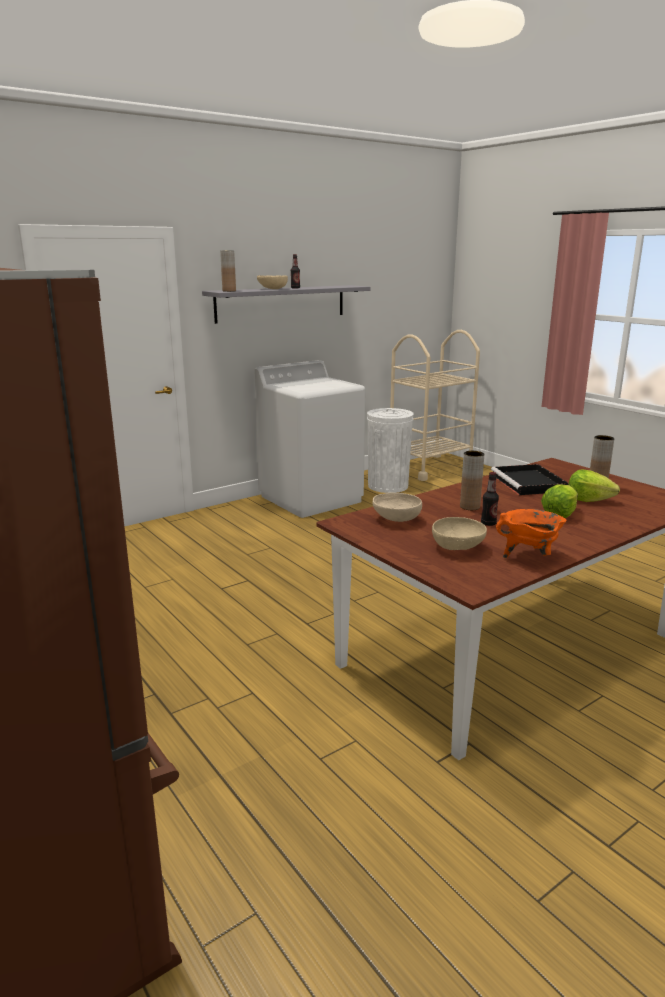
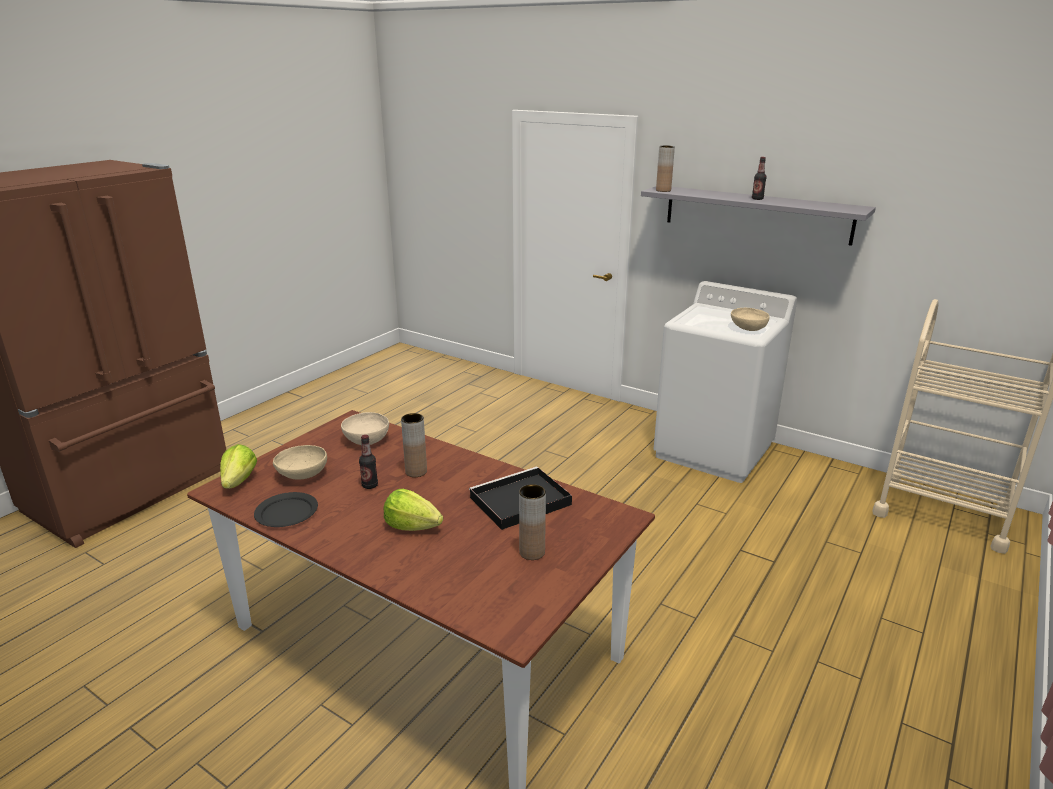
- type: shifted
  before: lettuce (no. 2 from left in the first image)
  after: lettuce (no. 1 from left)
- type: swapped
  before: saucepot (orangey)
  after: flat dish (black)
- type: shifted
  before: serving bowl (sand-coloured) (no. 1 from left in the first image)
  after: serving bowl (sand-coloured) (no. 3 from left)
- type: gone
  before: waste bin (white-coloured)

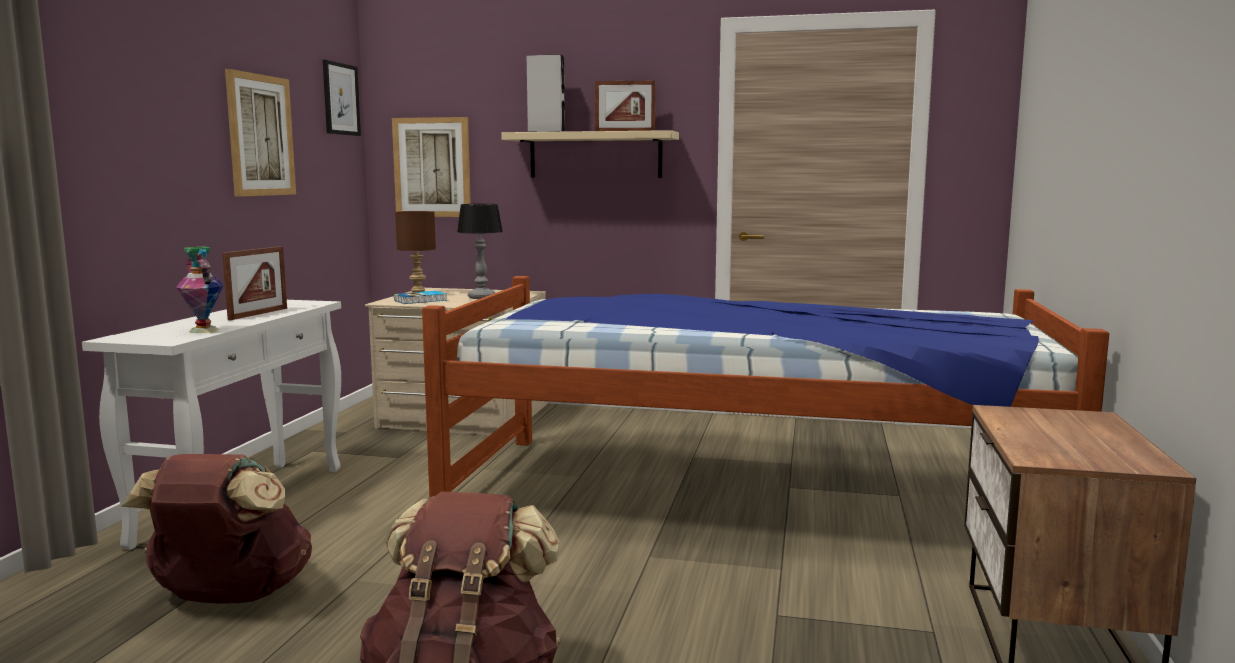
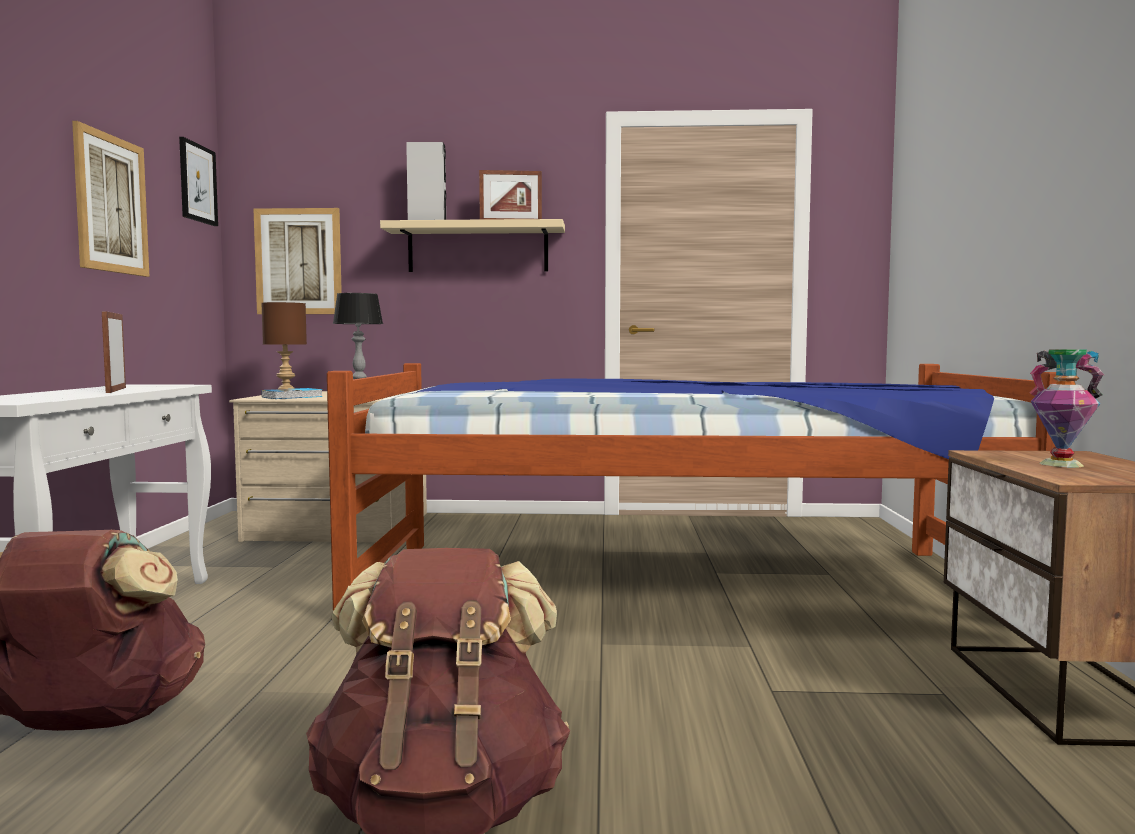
- type: rotated
  before: picture frame (no. 1 from left)
  turn: 150
- type: shifted
  before: flower vase

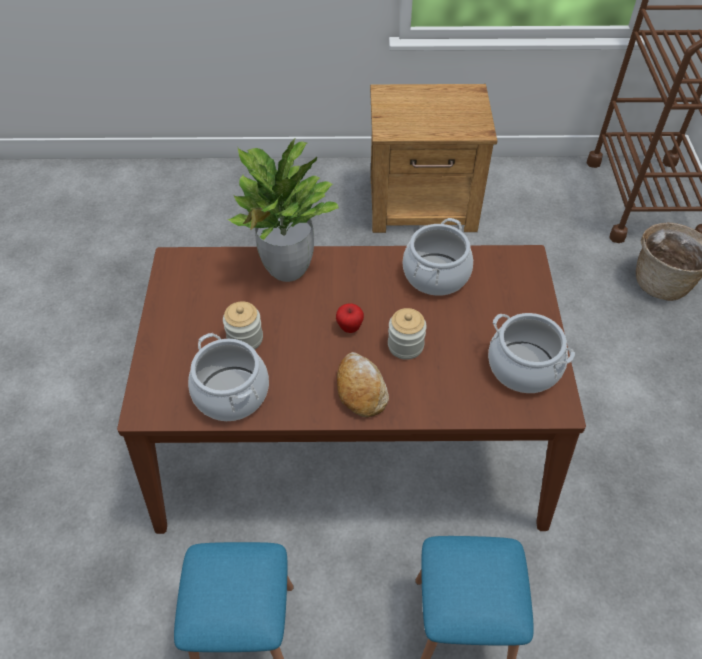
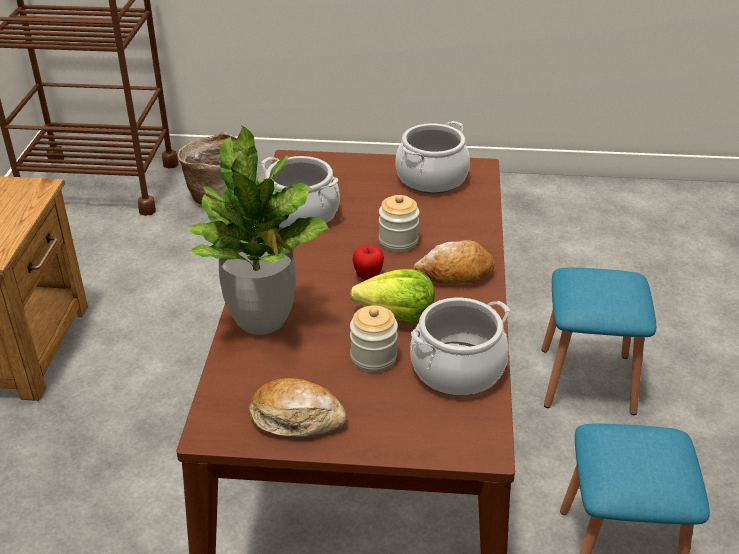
- type: new
  after: bread (no. 1 from left)
- type: new
  after: lettuce

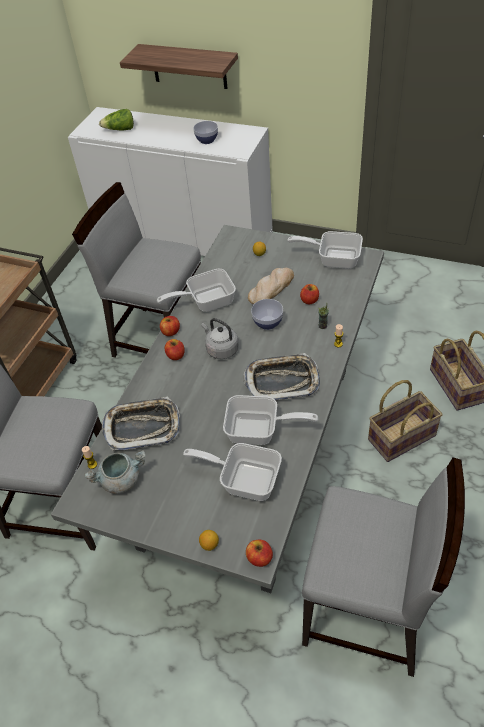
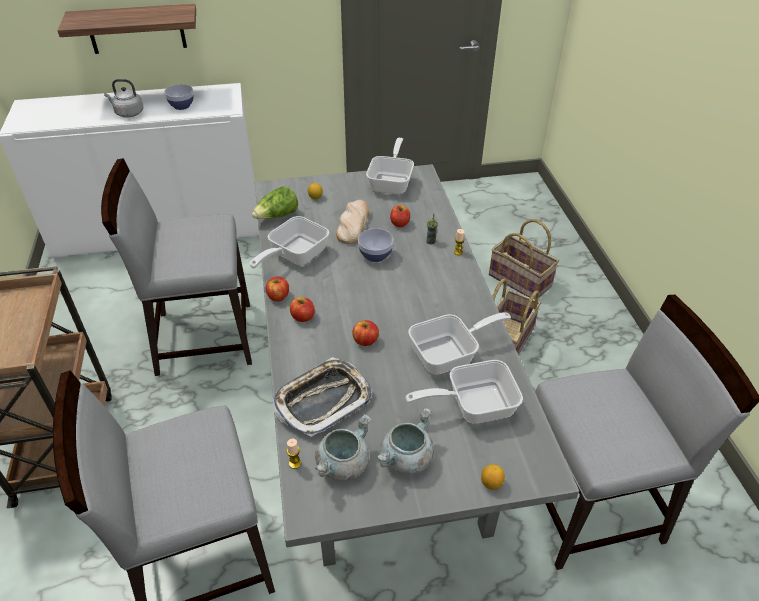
- type: shifted
  before: water kettle (gray)
- type: shifted
  before: lettuce
- type: shifted
  before: apple fruit (no. 3 from left)
- type: rotated
  before: pan (no. 4 from left in the first image)
  turn: 120
- type: new
  after: saucepot (gray) (no. 2 from left)
- type: gone
  before: tray (no. 2 from left)

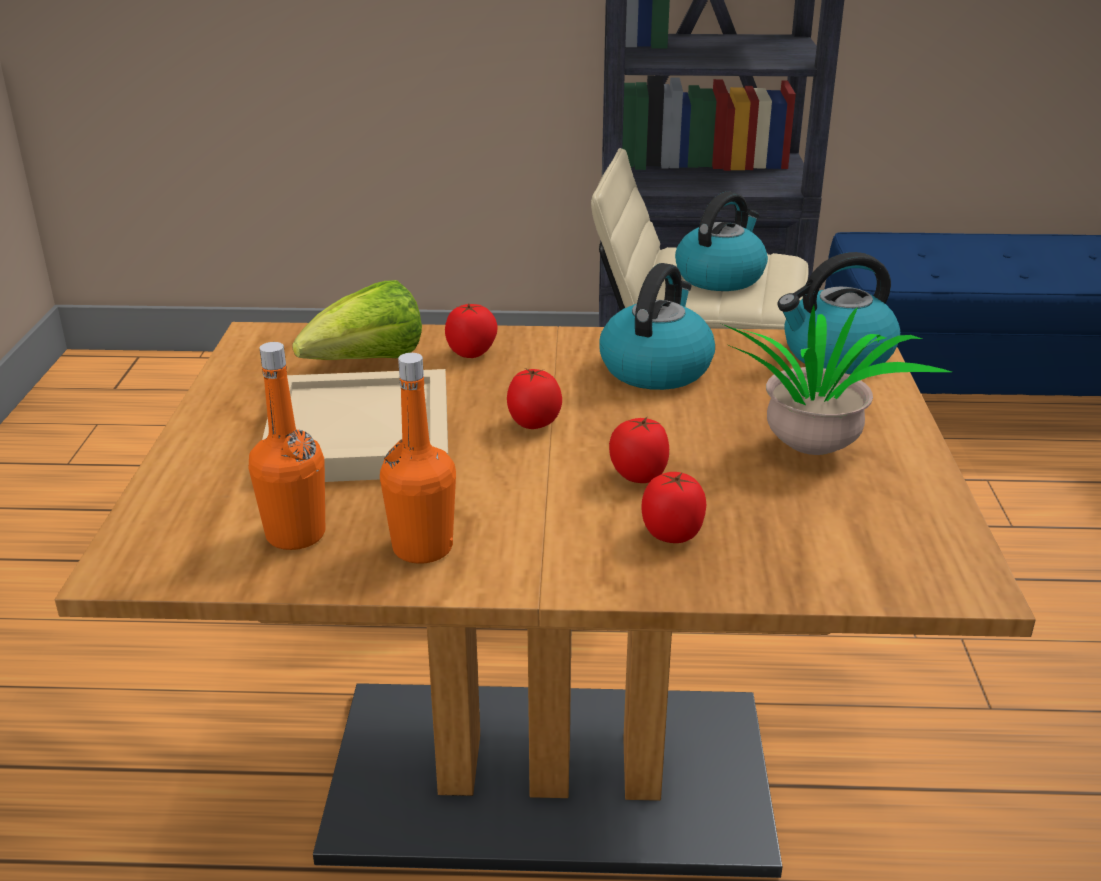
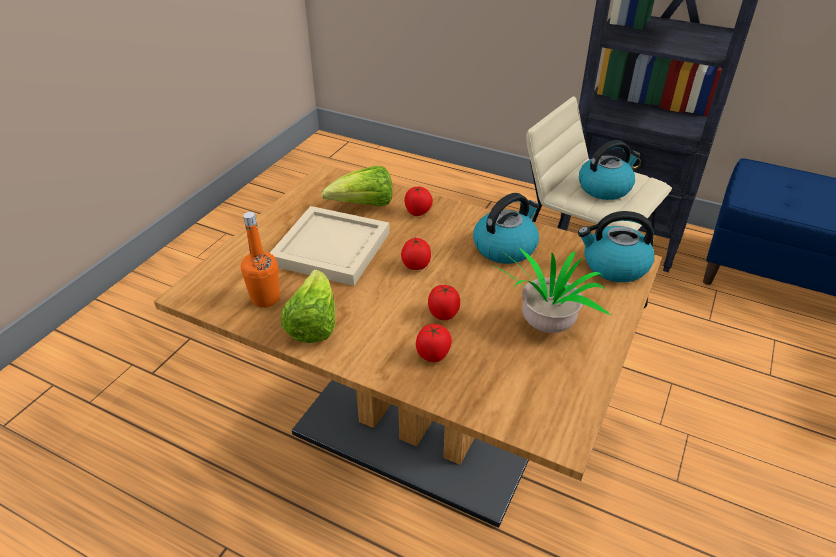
- type: swapped
  before: beverage bottle (orangey) (no. 2 from left)
  after: lettuce (no. 1 from left)

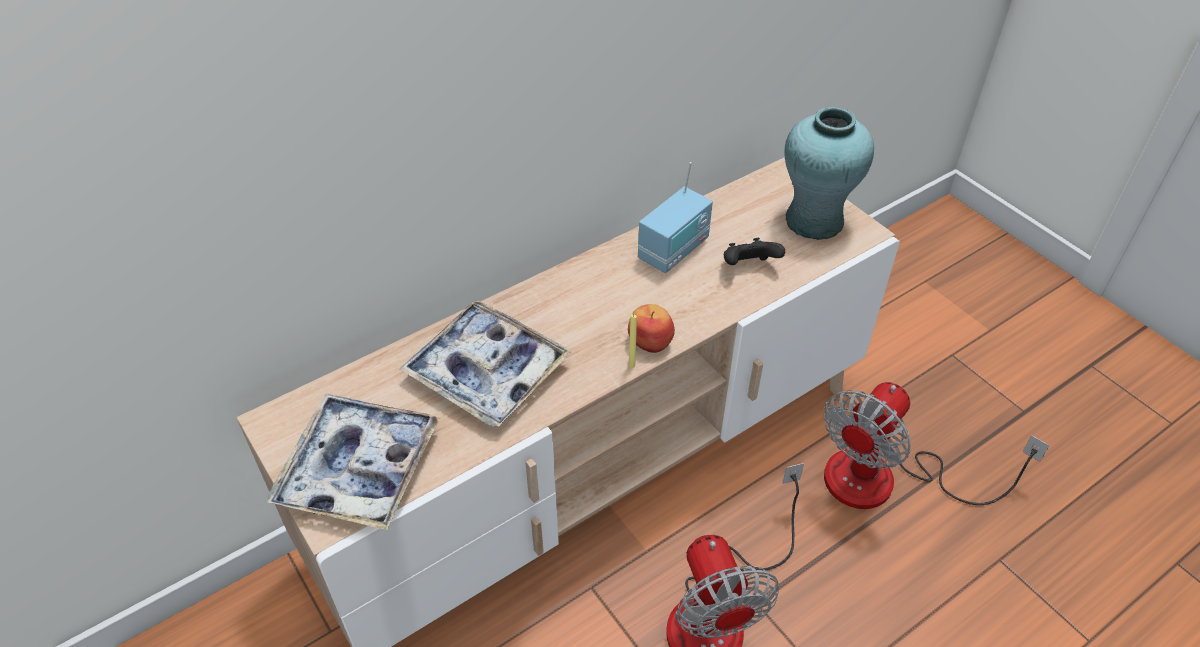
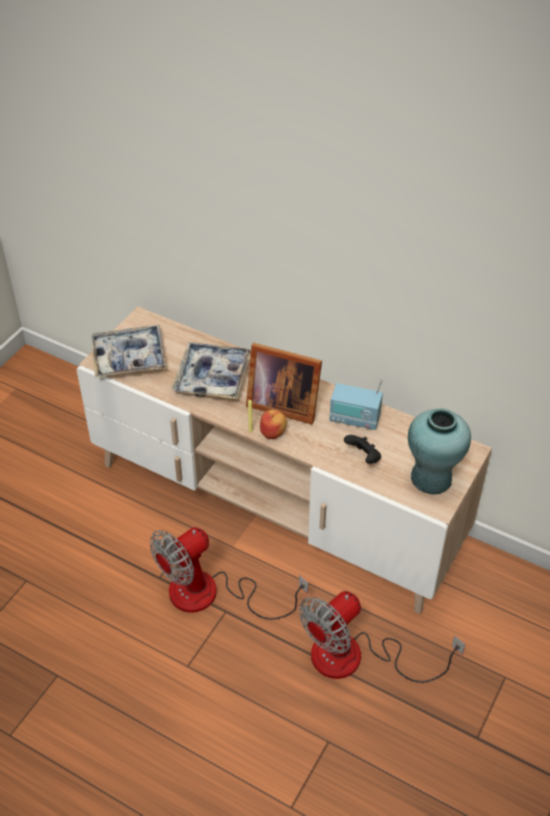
- type: new
  after: picture frame
- type: rotated
  before: cooling fan (no. 2 from left)
  turn: -60

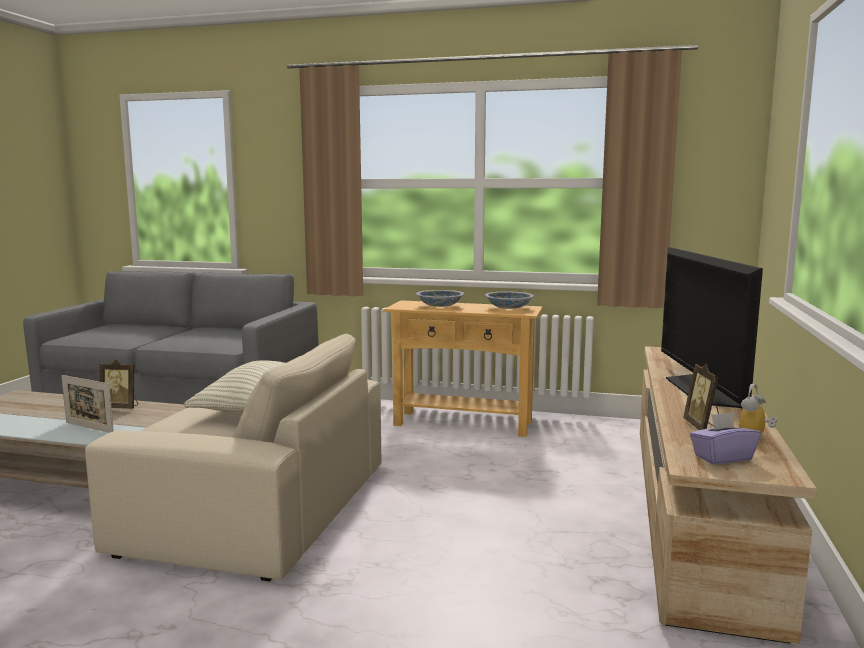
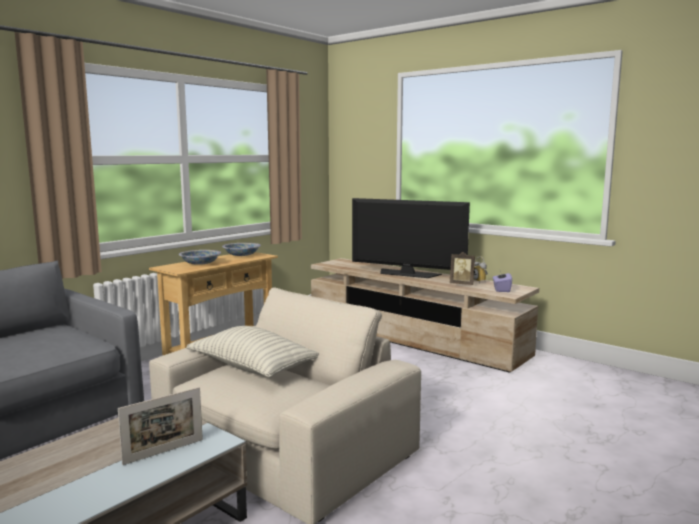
- type: gone
  before: picture frame (no. 2 from left)

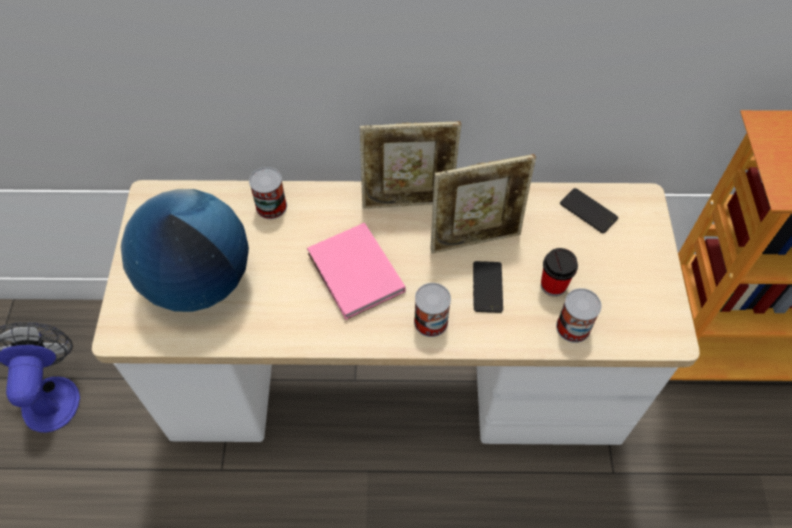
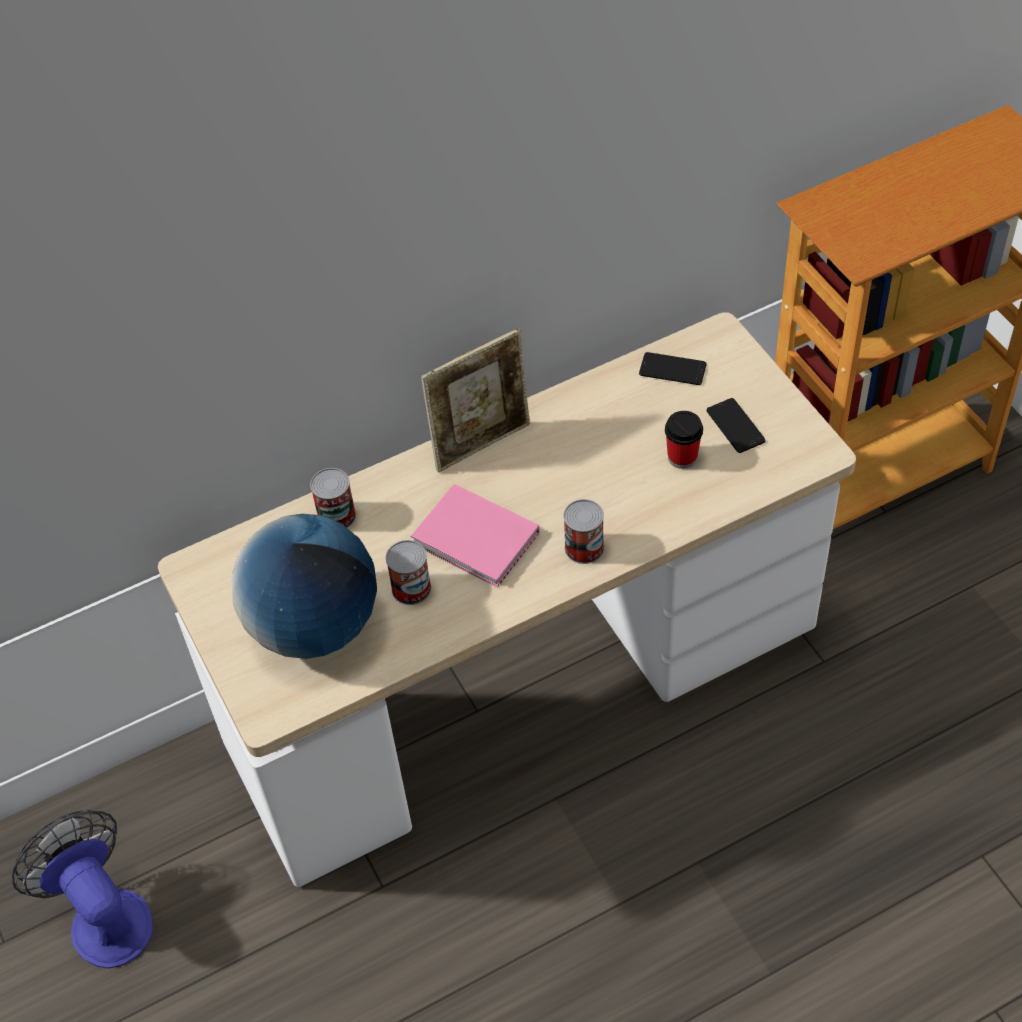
- type: shifted
  before: can (no. 3 from left in the first image)
  after: can (no. 2 from left)
- type: shifted
  before: phone (no. 1 from left in the first image)
  after: phone (no. 2 from left)
- type: gone
  before: picture frame (no. 2 from left)

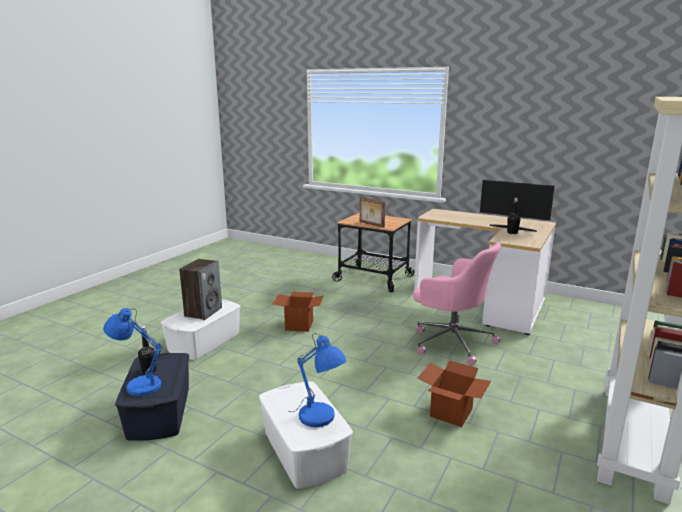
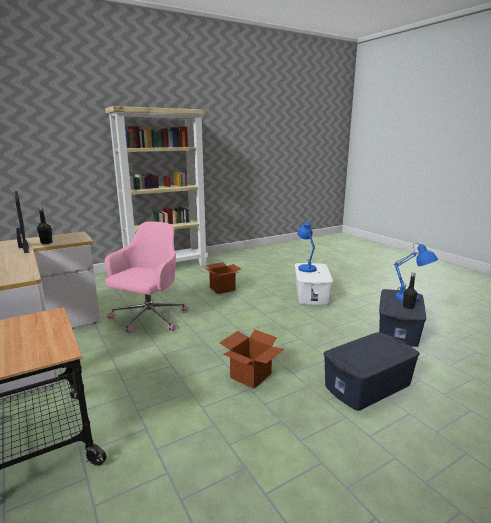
- type: rotated
  before: computer chair (pink-coloured)
  turn: 45
- type: repainted
  before: storage container (white-coloured) (no. 1 from left)
  after: storage container (blue-coloured) (no. 1 from left)
- type: gone
  before: speaker
- type: gone
  before: picture frame

